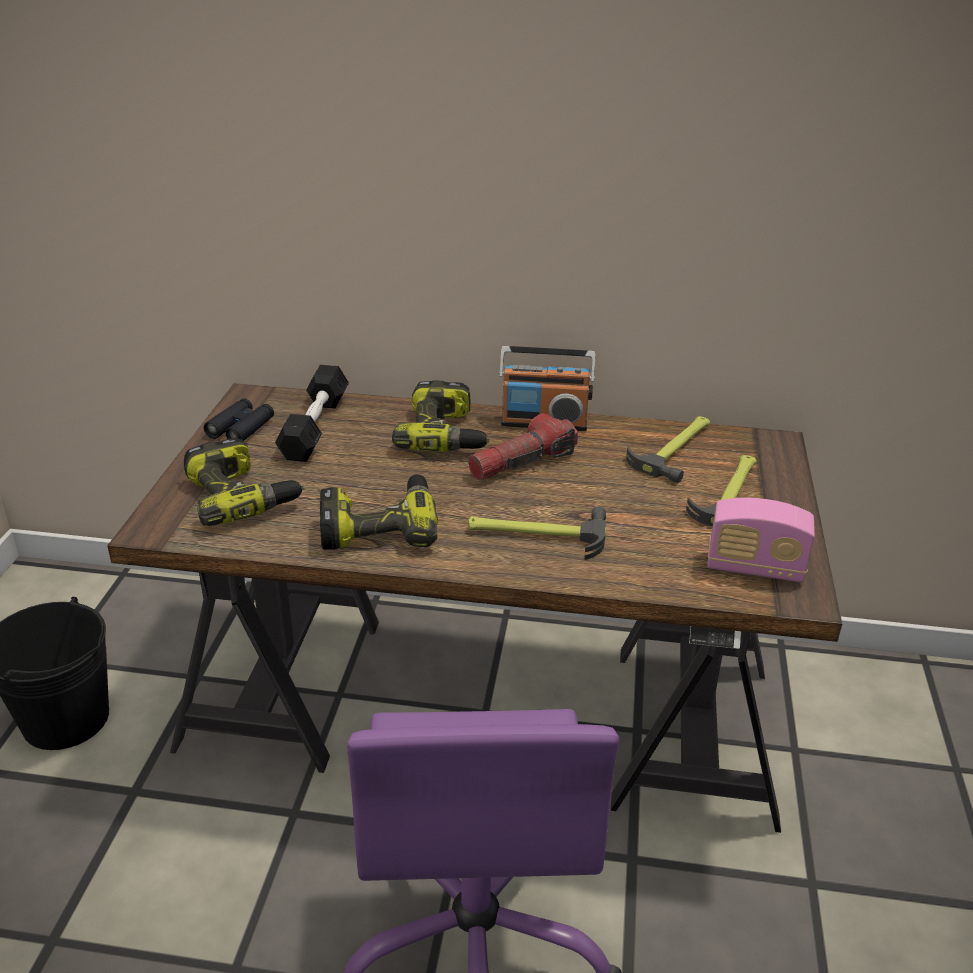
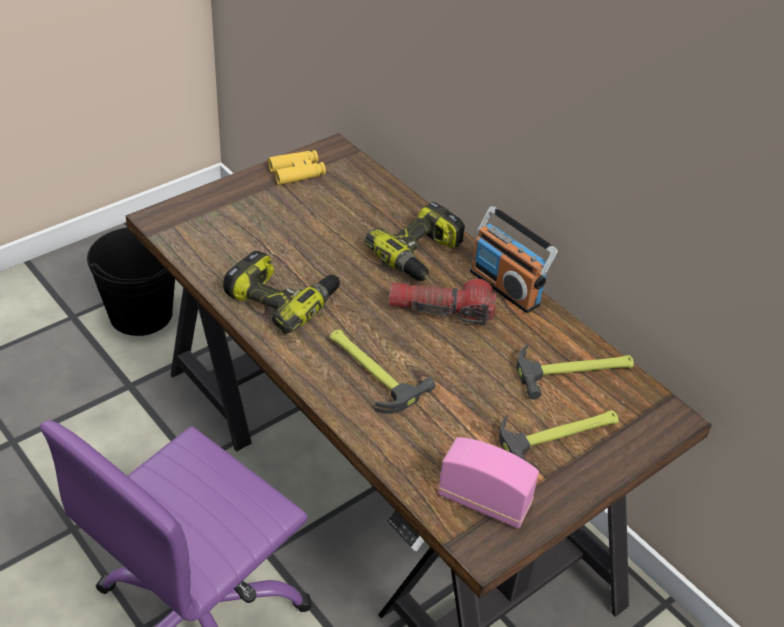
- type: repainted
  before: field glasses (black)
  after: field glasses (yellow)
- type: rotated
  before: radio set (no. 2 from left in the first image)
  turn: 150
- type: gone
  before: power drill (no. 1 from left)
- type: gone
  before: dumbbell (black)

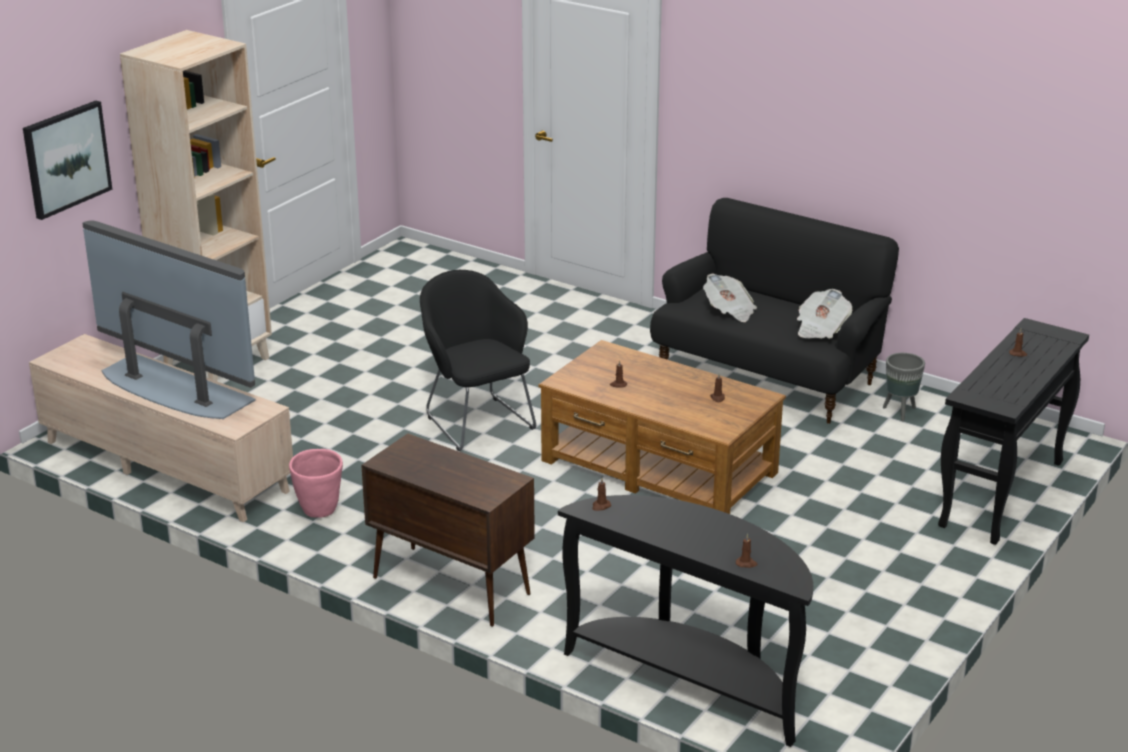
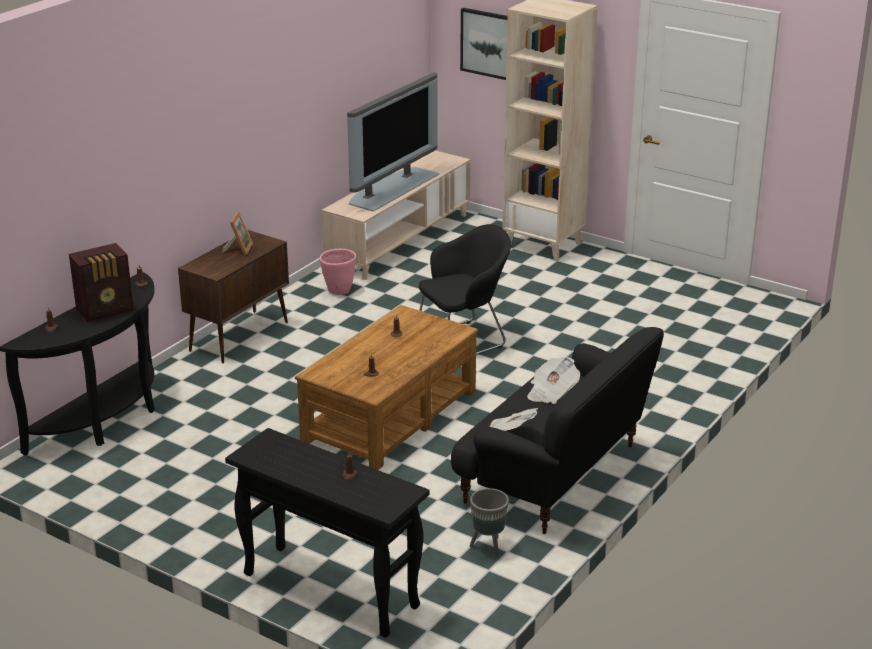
- type: new
  after: radio set
- type: new
  after: picture frame

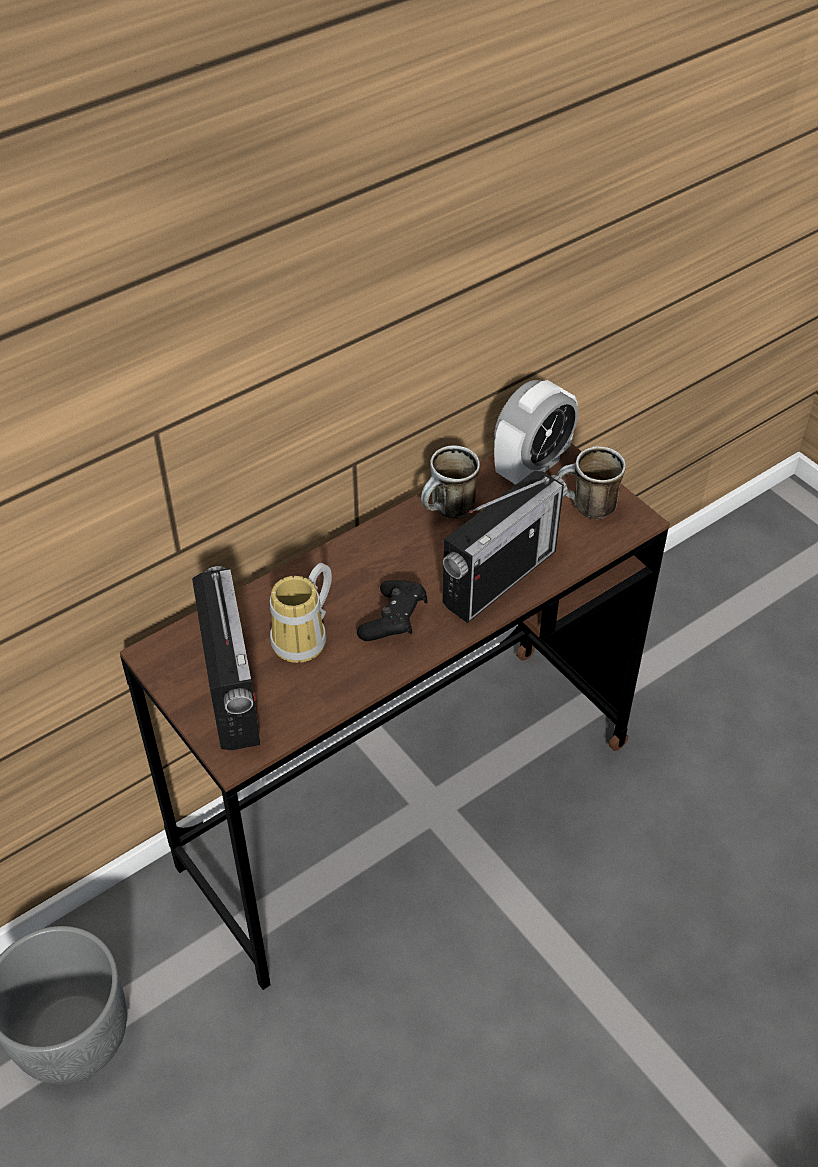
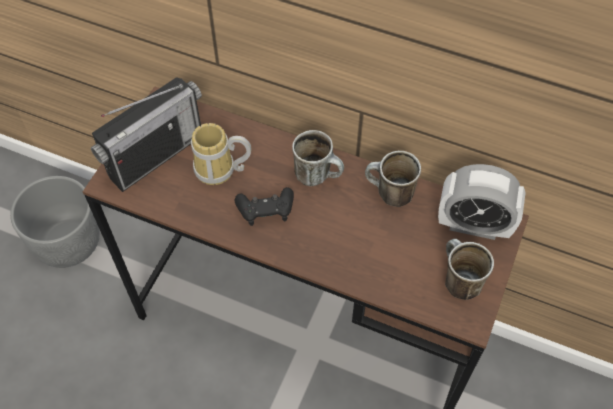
- type: new
  after: coffee mug (no. 2 from left)
- type: gone
  before: radio set (no. 2 from left)

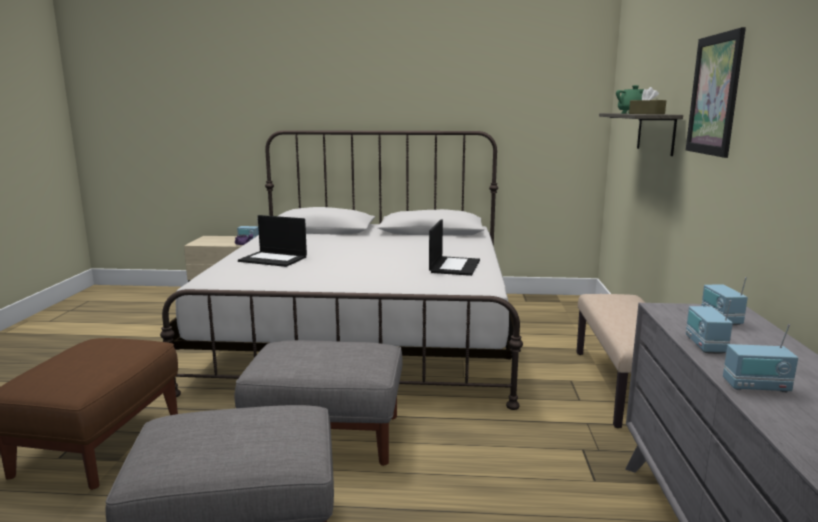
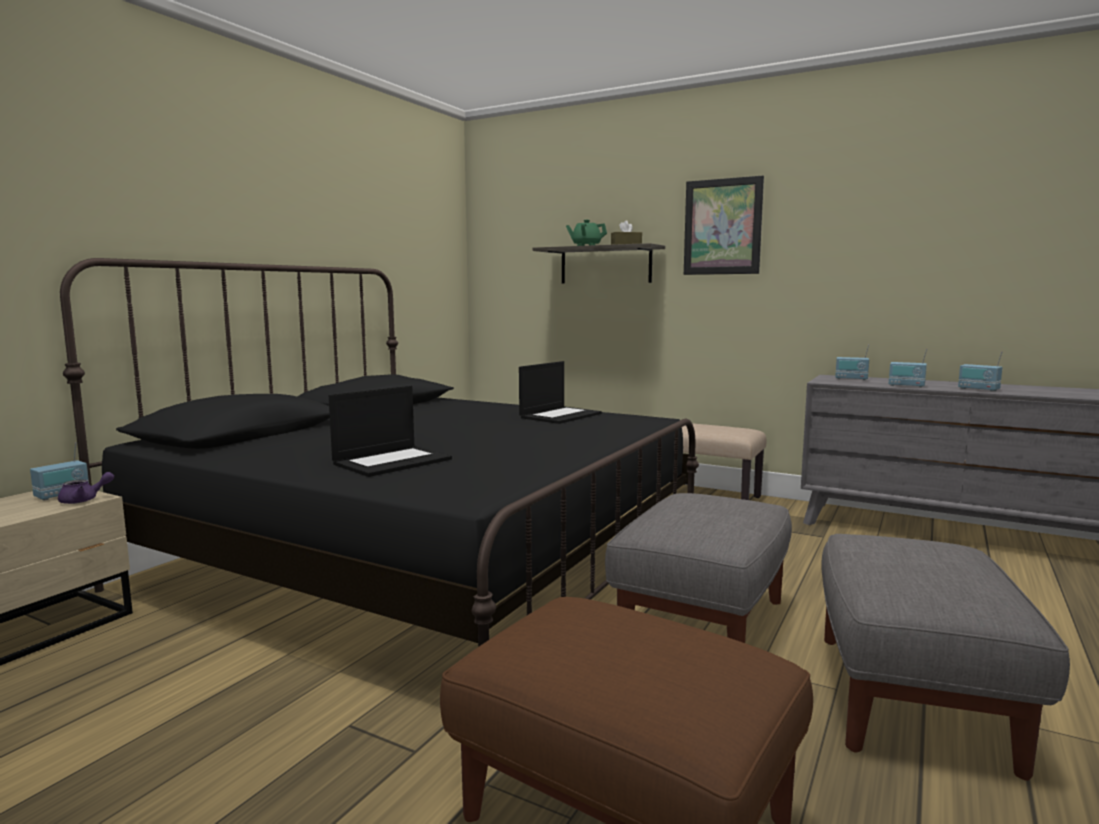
- type: repainted
  before: bed (white-coloured)
  after: bed (black)
- type: rotated
  before: portable computer (no. 2 from left)
  turn: 90
- type: rotated
  before: radio set (no. 4 from left)
  turn: 105

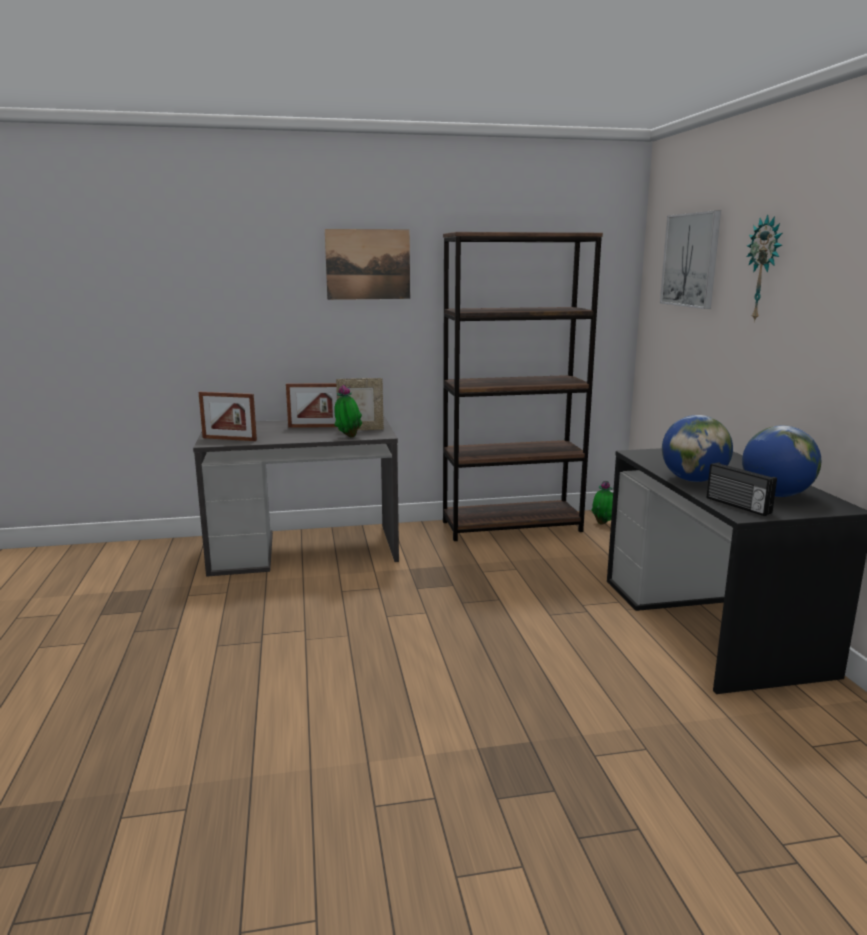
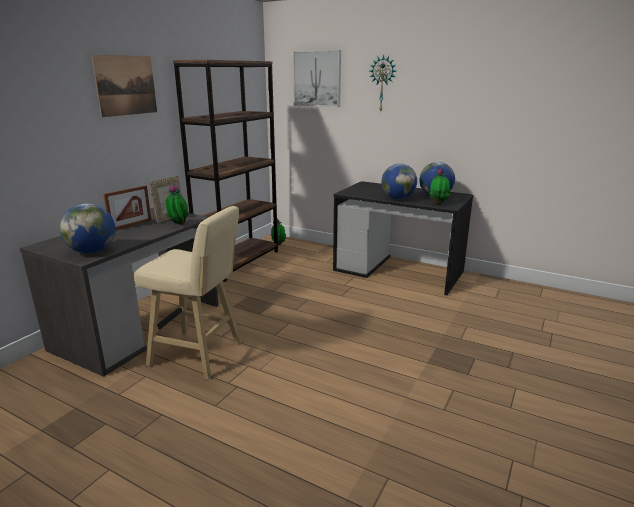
- type: swapped
  before: picture frame (no. 1 from left)
  after: globe (no. 1 from left)
- type: new
  after: stool seat (sand-coloured)
- type: swapped
  before: radio set
  after: potted plant (no. 3 from left)

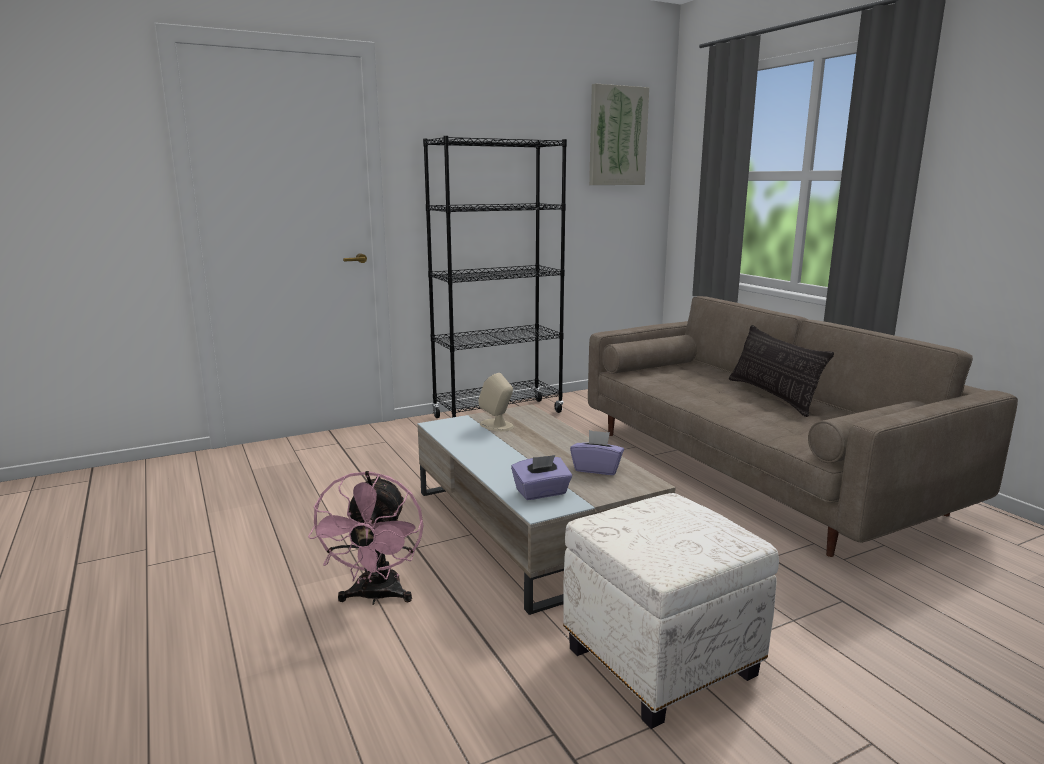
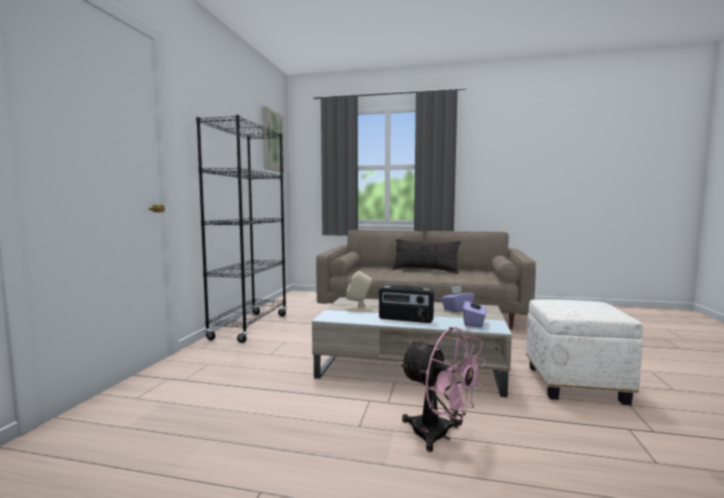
- type: new
  after: radio set

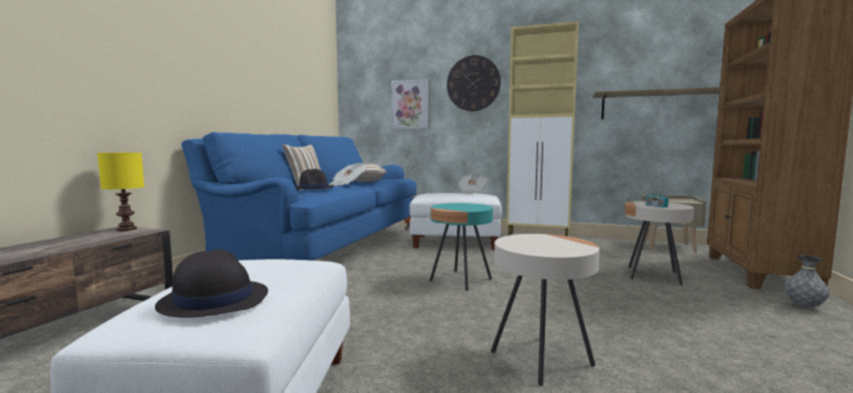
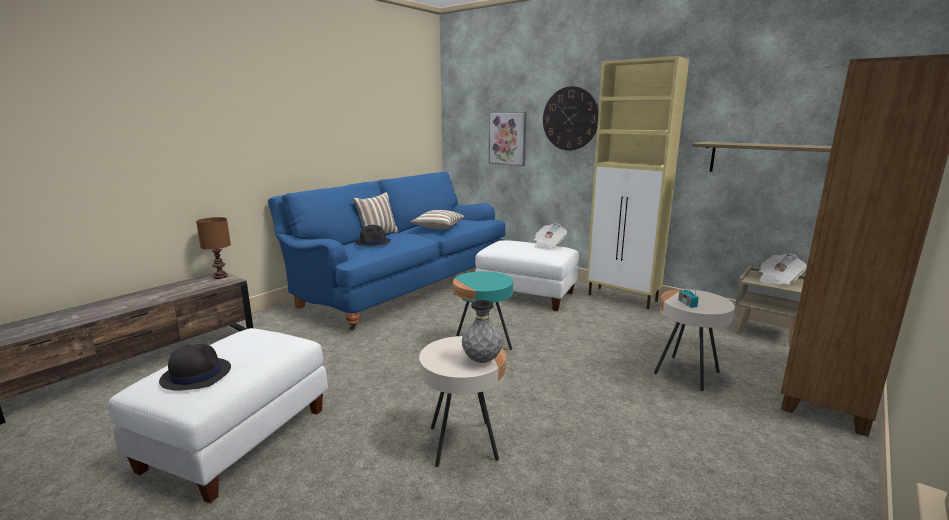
- type: repainted
  before: tabletop lamp (yellow)
  after: tabletop lamp (brown-coloured)
- type: shifted
  before: flower vase (gray)
- type: shifted
  before: printed paper (no. 1 from left in the first image)
  after: printed paper (no. 2 from left)

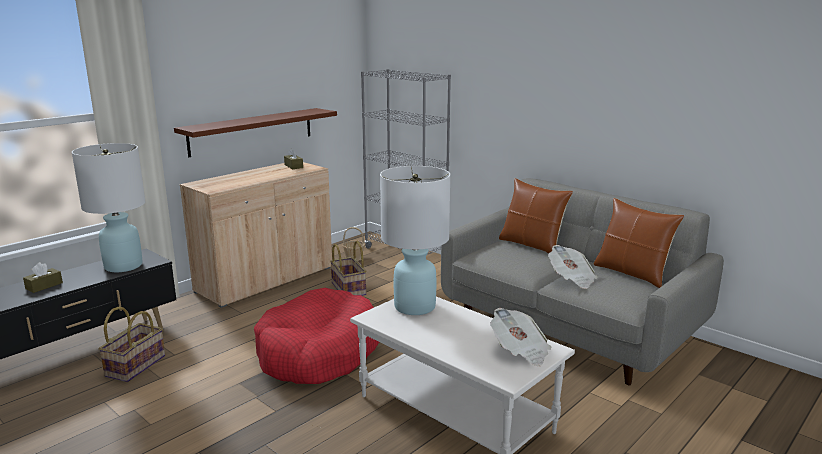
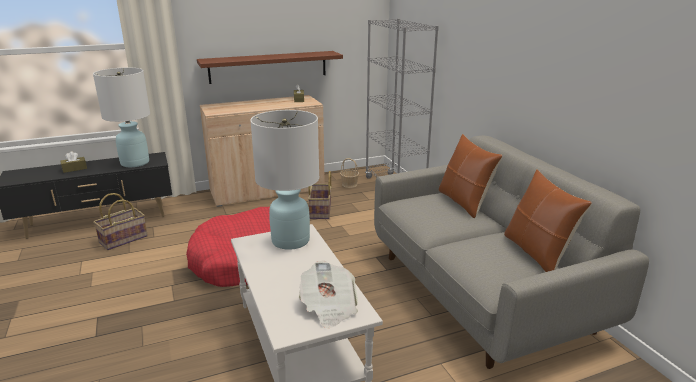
- type: gone
  before: printed paper (no. 2 from left)

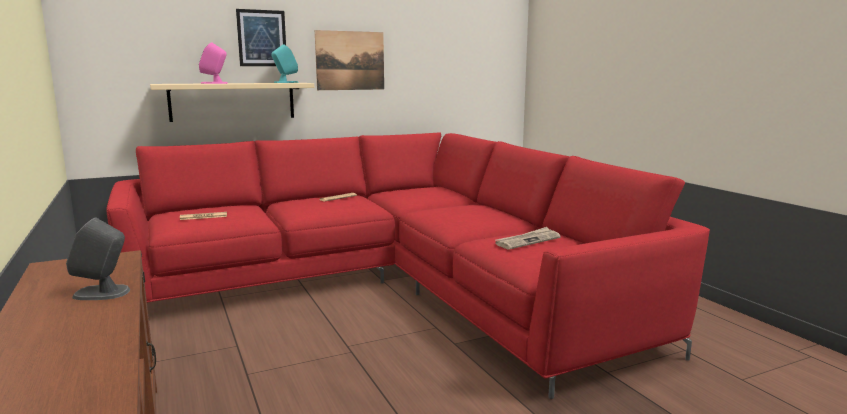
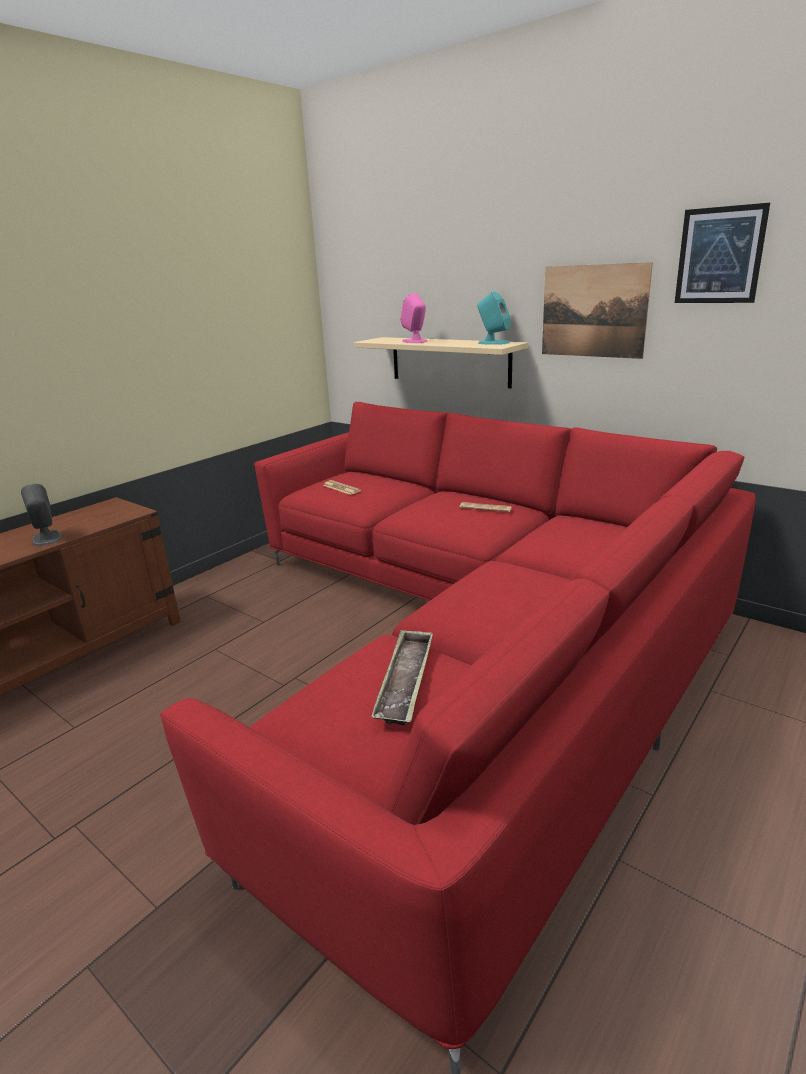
- type: swapped
  before: printed paper (no. 3 from left)
  after: tray
- type: shifted
  before: wall art (no. 1 from left in the first image)
  after: wall art (no. 2 from left)

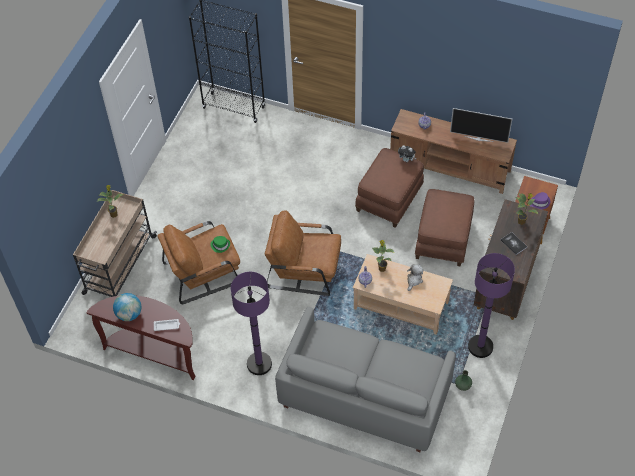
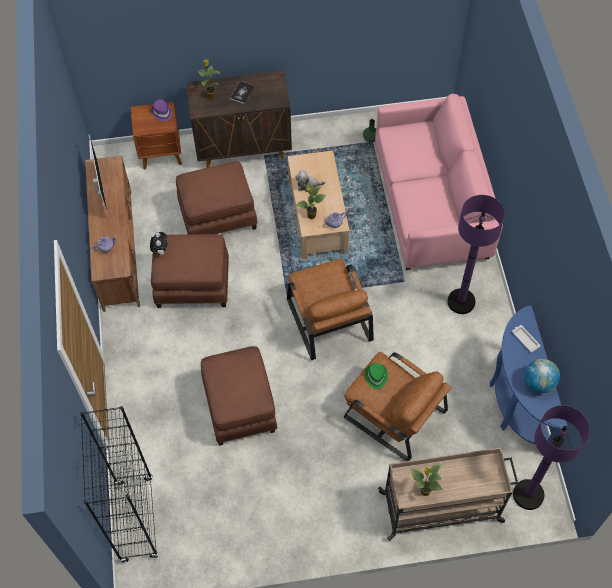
- type: new
  after: ottoman (brown-coloured) (no. 3 from left)
- type: repainted
  before: sofa (gray)
  after: sofa (pink-coloured)
- type: repainted
  before: console table (brown-coloured)
  after: console table (blue-coloured)
- type: shifted
  before: standing lamp (purple) (no. 2 from left)

